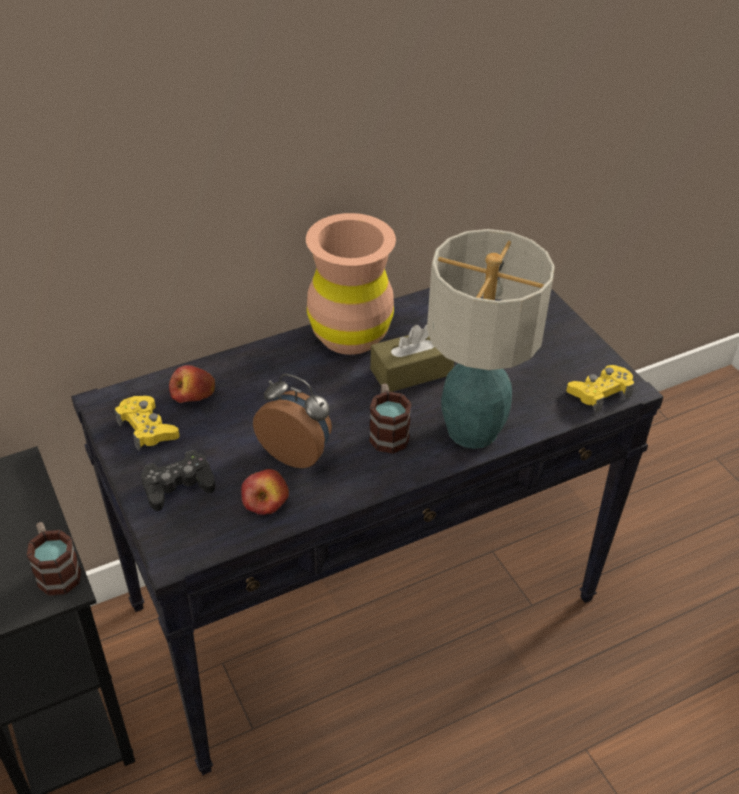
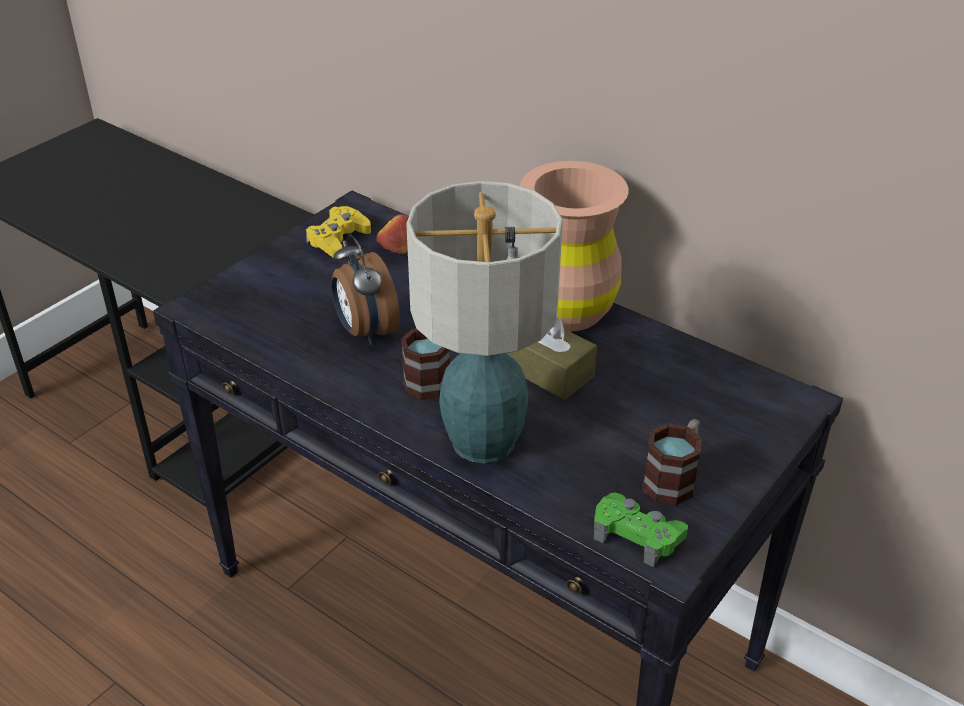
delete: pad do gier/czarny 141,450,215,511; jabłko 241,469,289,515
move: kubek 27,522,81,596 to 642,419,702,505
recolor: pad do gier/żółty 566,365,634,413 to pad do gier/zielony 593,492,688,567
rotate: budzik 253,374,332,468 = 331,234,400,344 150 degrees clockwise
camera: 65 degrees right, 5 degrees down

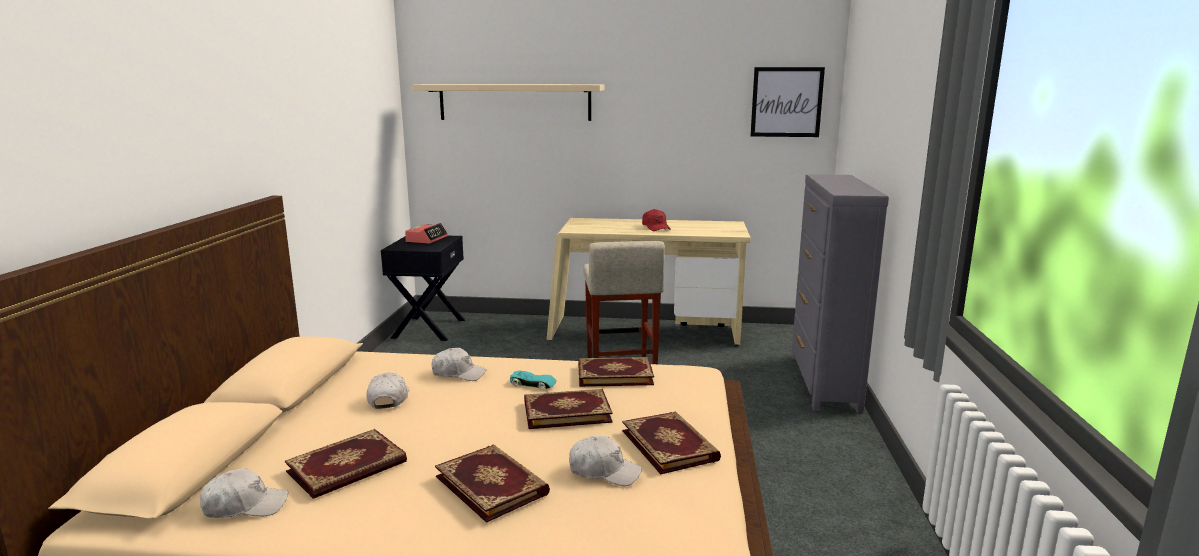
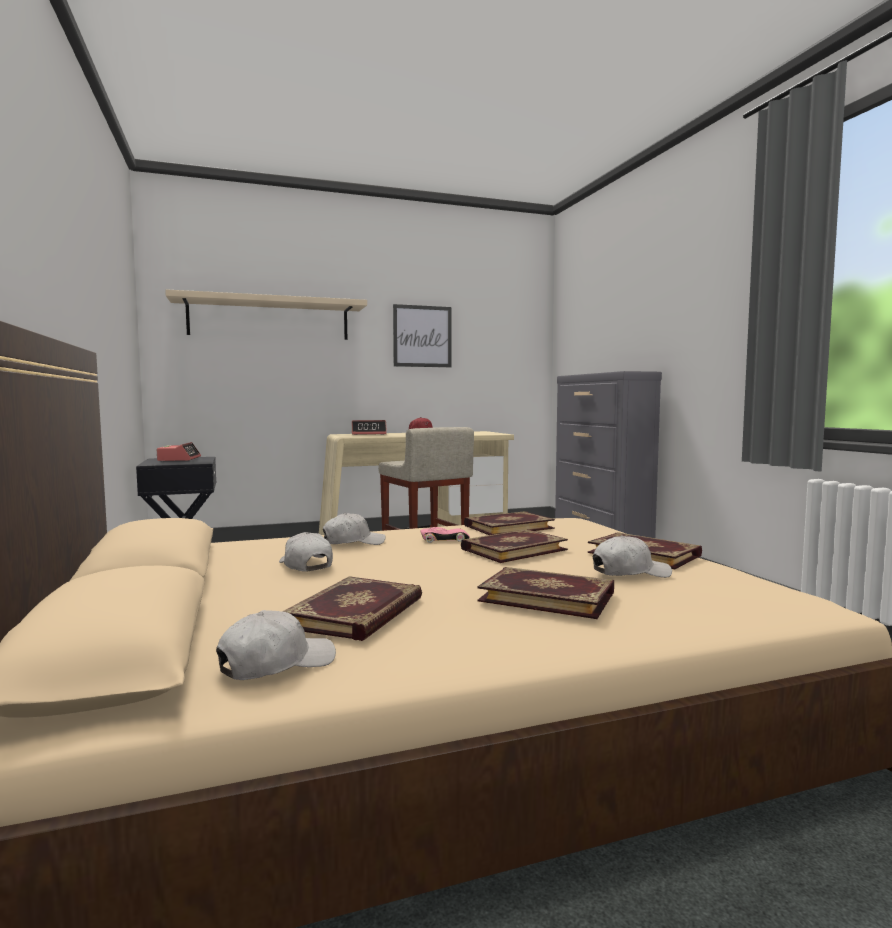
insert: budzik 352,420,387,435
move: obraz 750,67,825,137 to 393,304,452,367
recolor: samochodzik/turkusowy 510,371,556,390 to samochodzik/różowy 421,527,470,543
camera: 25 degrees left, 10 degrees down

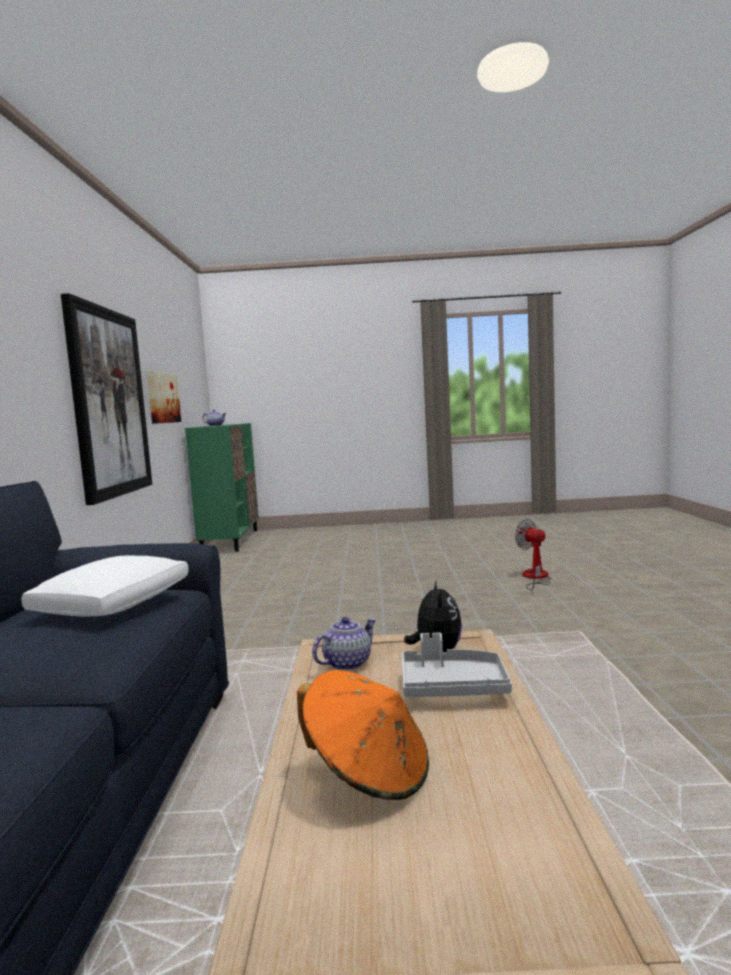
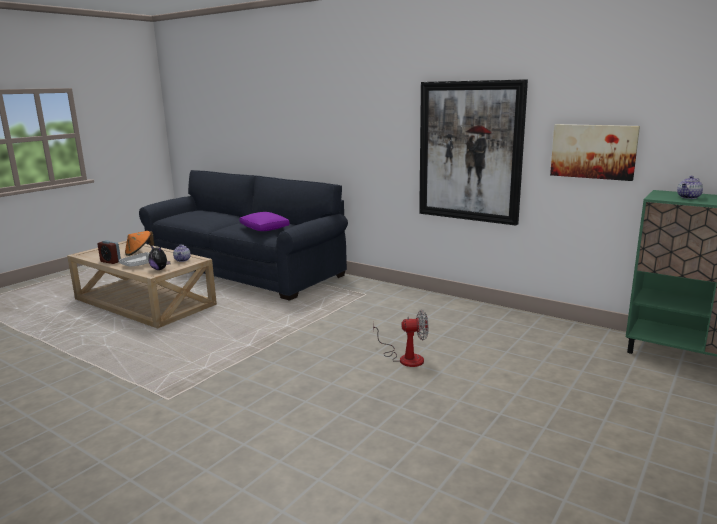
insert: budzik 97,240,121,264
move: wentylator 515,519,552,590 to 373,310,428,367
recolor: poduszka/biały 21,555,189,617 to poduszka/fioletowy 239,212,290,231
camera: 125 degrees right, 10 degrees up

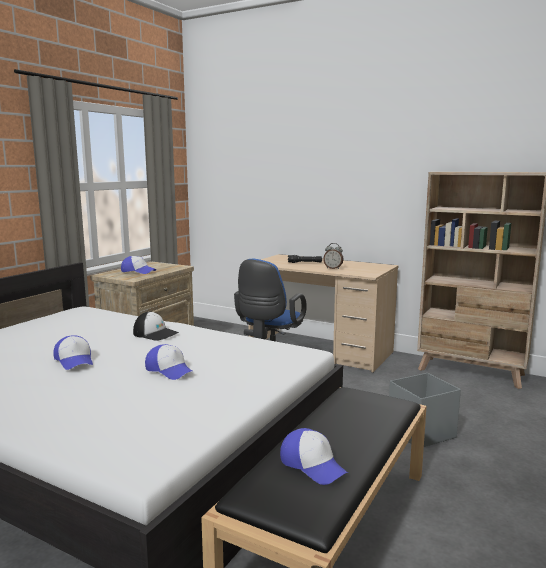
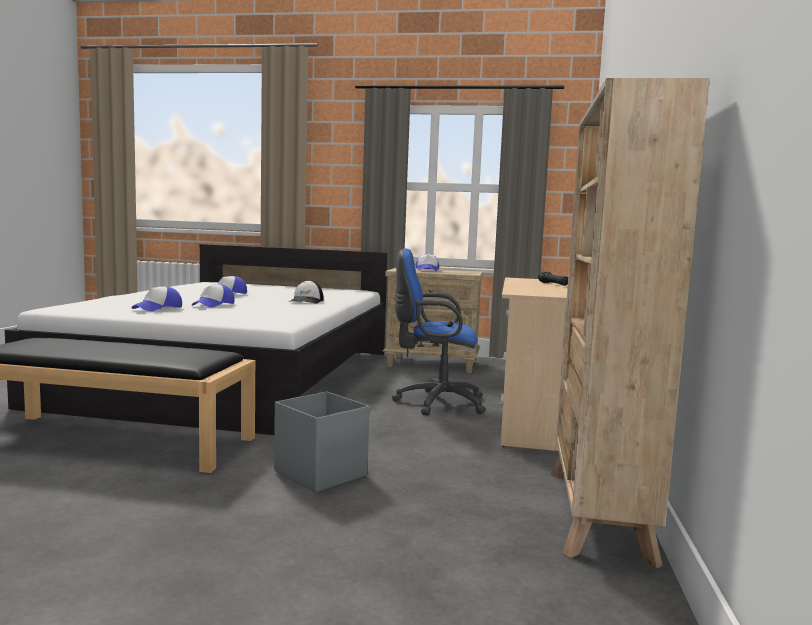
delete: budzik 323,243,344,269
move: czapka z daszkiem 280,428,348,485 to 132,286,182,311
camera: 70 degrees right, 5 degrees down

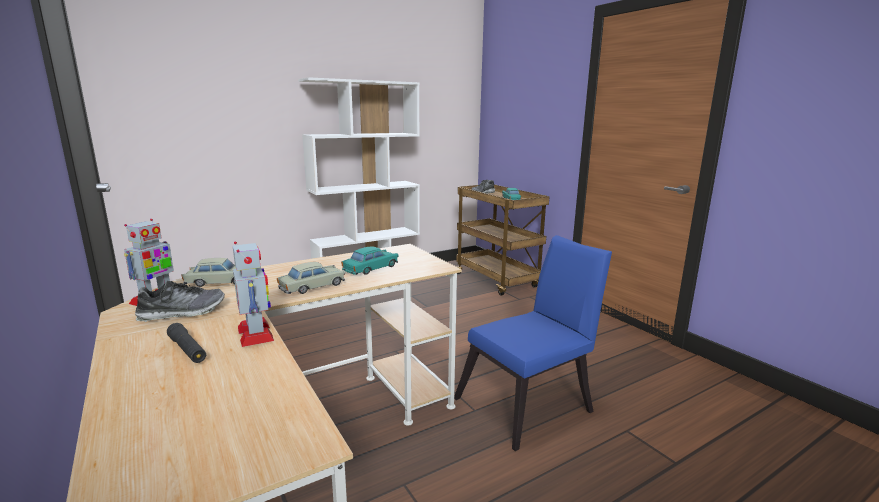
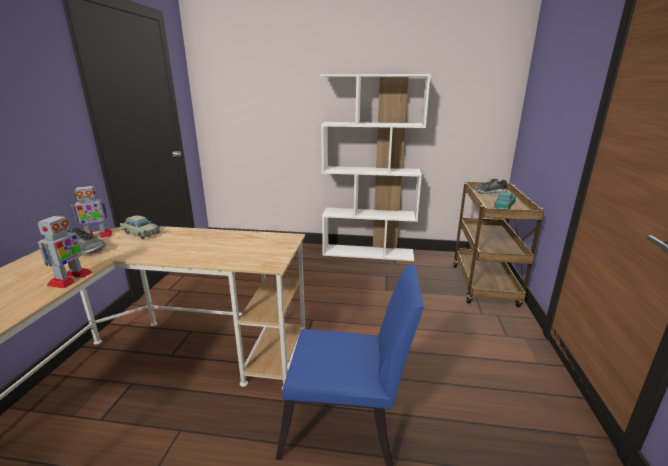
delete: latarka/czarny 167,323,206,363; samochodzik/beżowy 277,262,345,294; samochodzik/turkusowy 341,246,399,275
camera: 40 degrees right, 5 degrees up

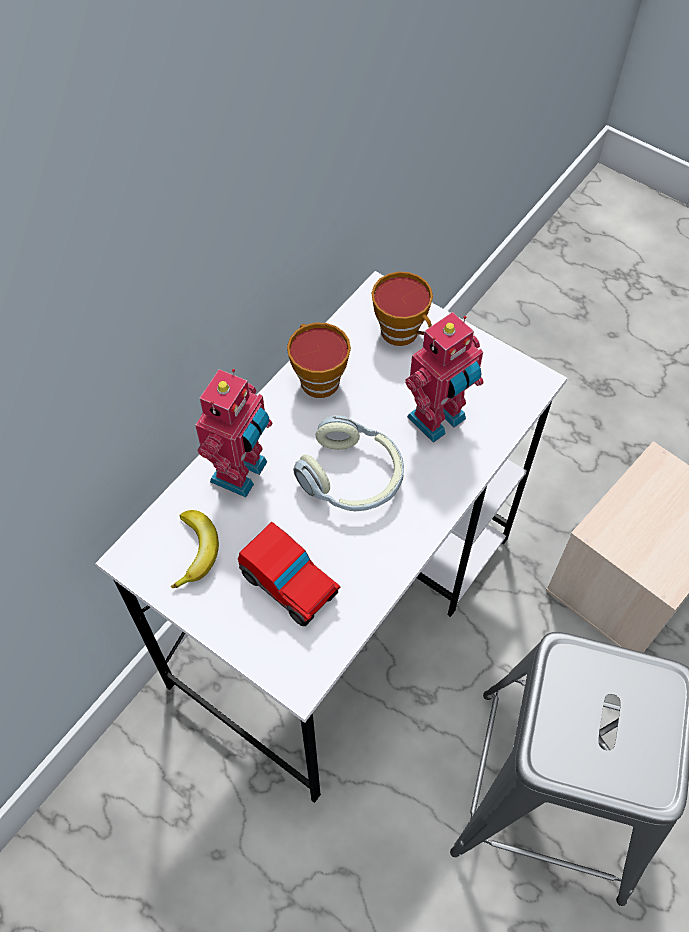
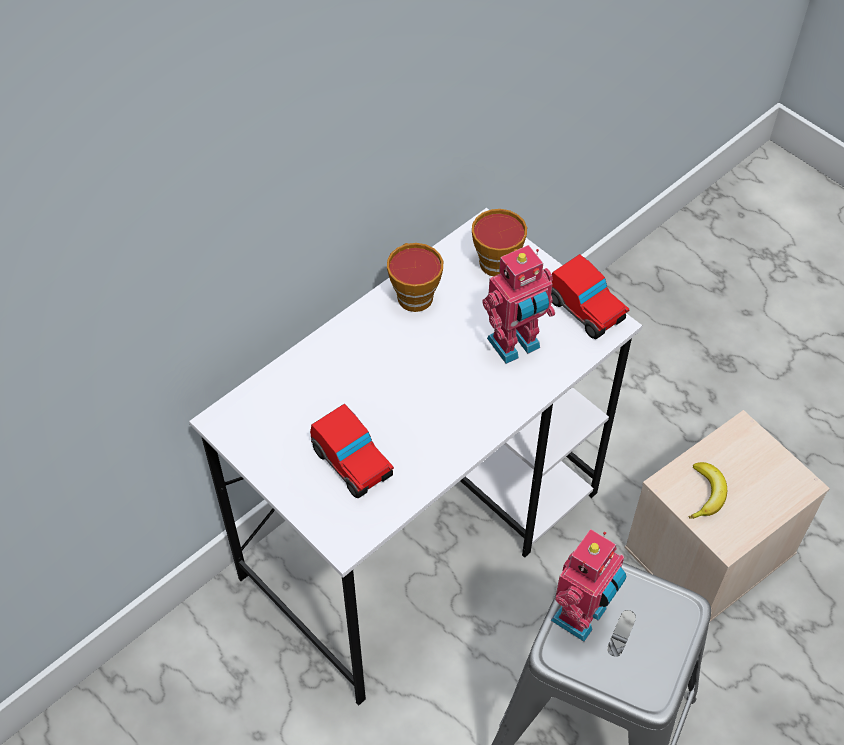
delete: słuchawki 293,416,404,511
insert: samochodzik 551,254,630,339
move: robot zabawkowy 195,369,272,497 to 550,529,627,642; banan 171,510,219,588 to 689,462,727,519
camera: 10 degrees right, 5 degrees down

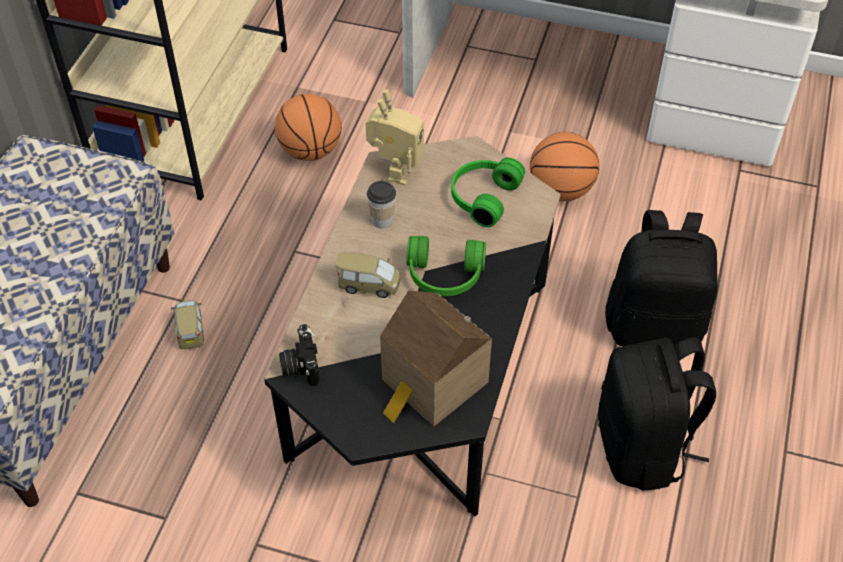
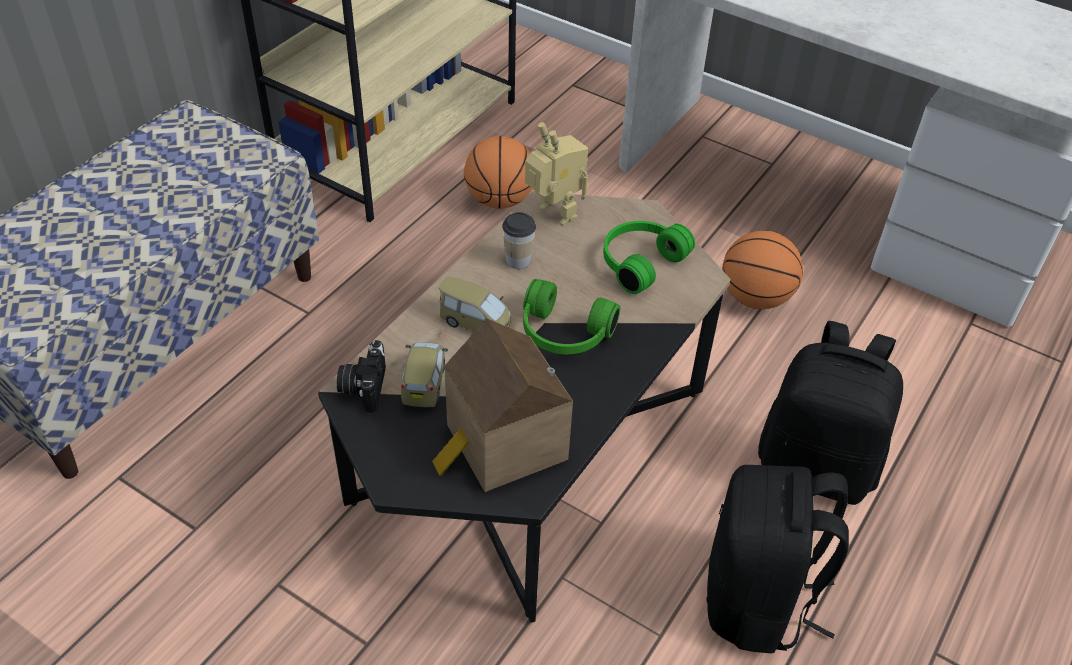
move: samochodzik 171,300,204,349 to 401,342,448,407
rotate: robot zabawkowy 366,89,424,185 = 525,122,588,226 75 degrees counterclockwise
camera: 15 degrees right, 5 degrees down

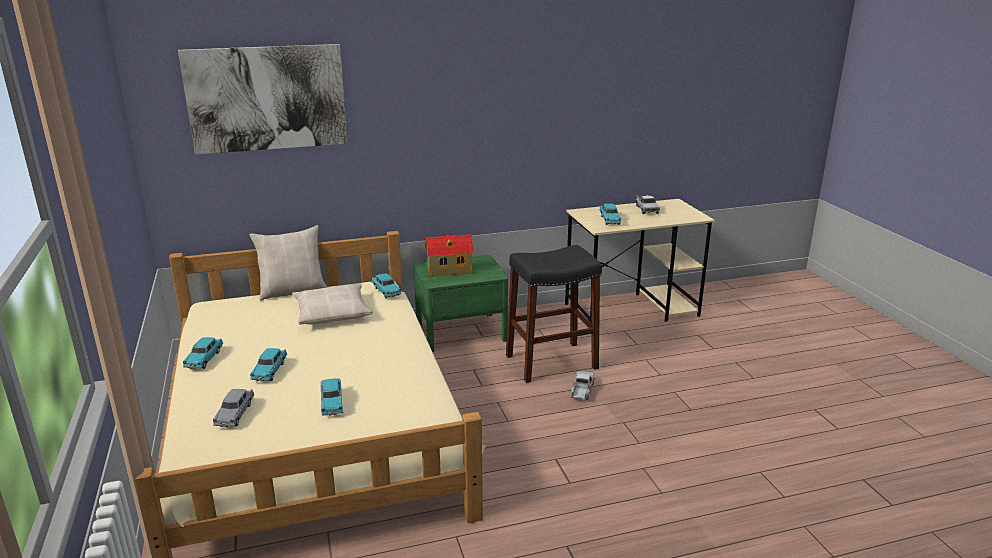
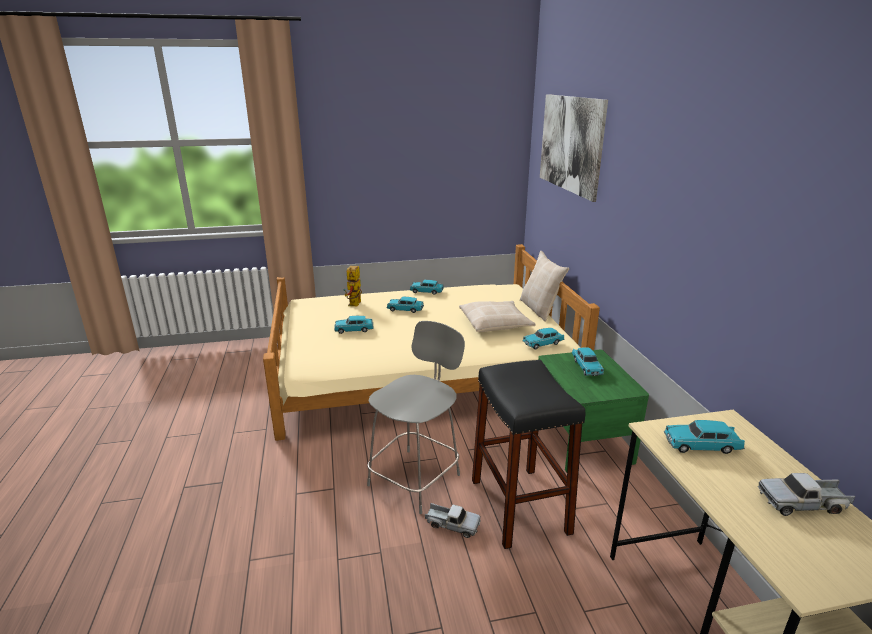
insert: krzesło/szary 367,321,465,514
replace: samochodzik/szary 213,389,254,427 to robot zabawkowy 344,266,362,306; domek 426,234,473,277 to samochodzik/turkusowy 572,347,604,376
camera: 95 degrees right, 0 degrees up

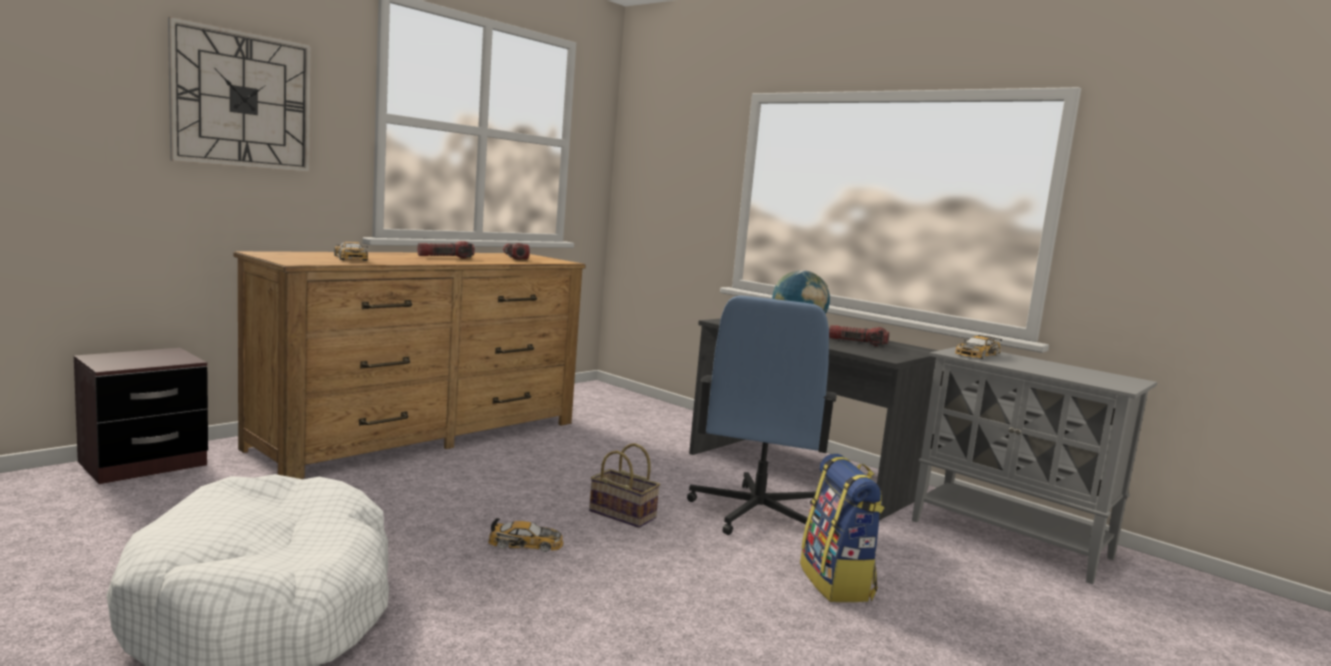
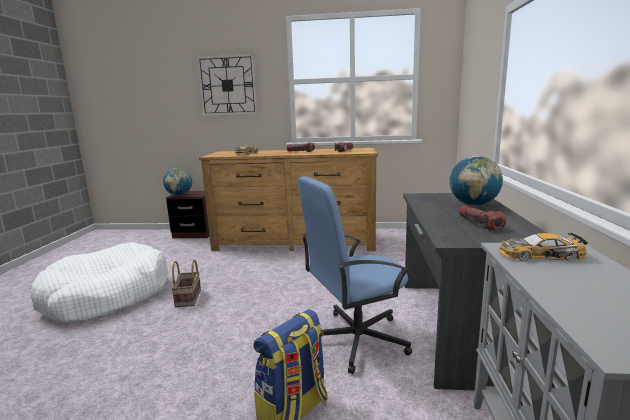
delete: samochodzik 488,518,563,552
insert: globus 163,168,192,196
move: koszyk 589,443,660,528 to 171,260,201,307
camera: 55 degrees right, 5 degrees up

